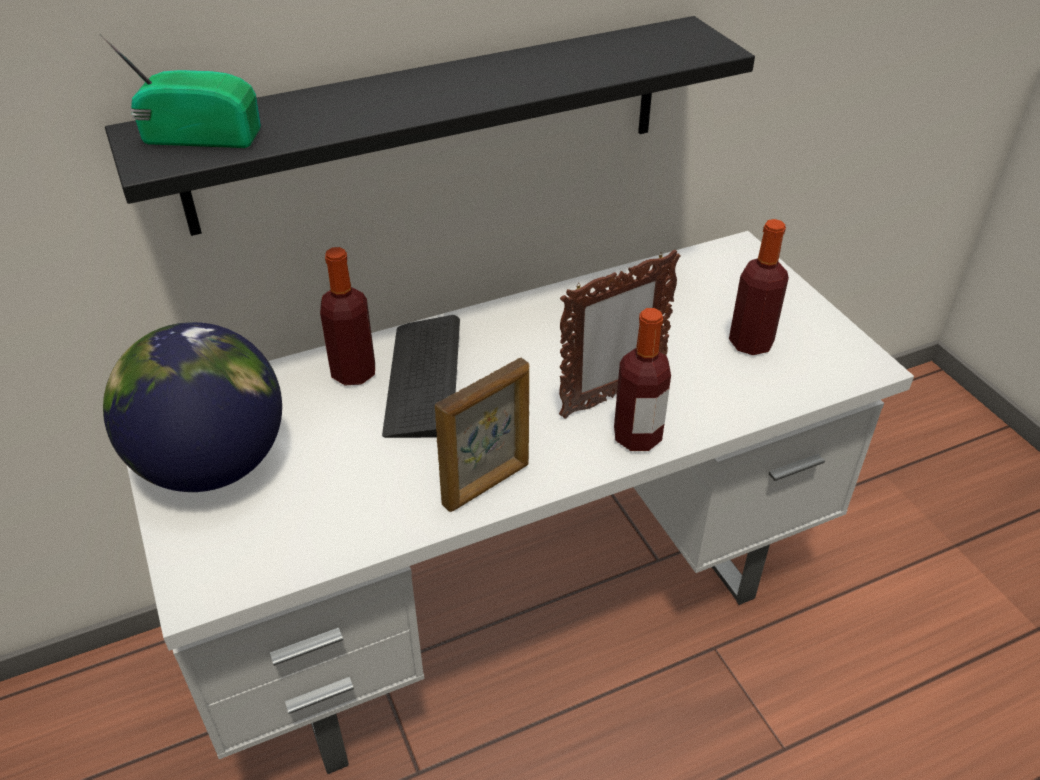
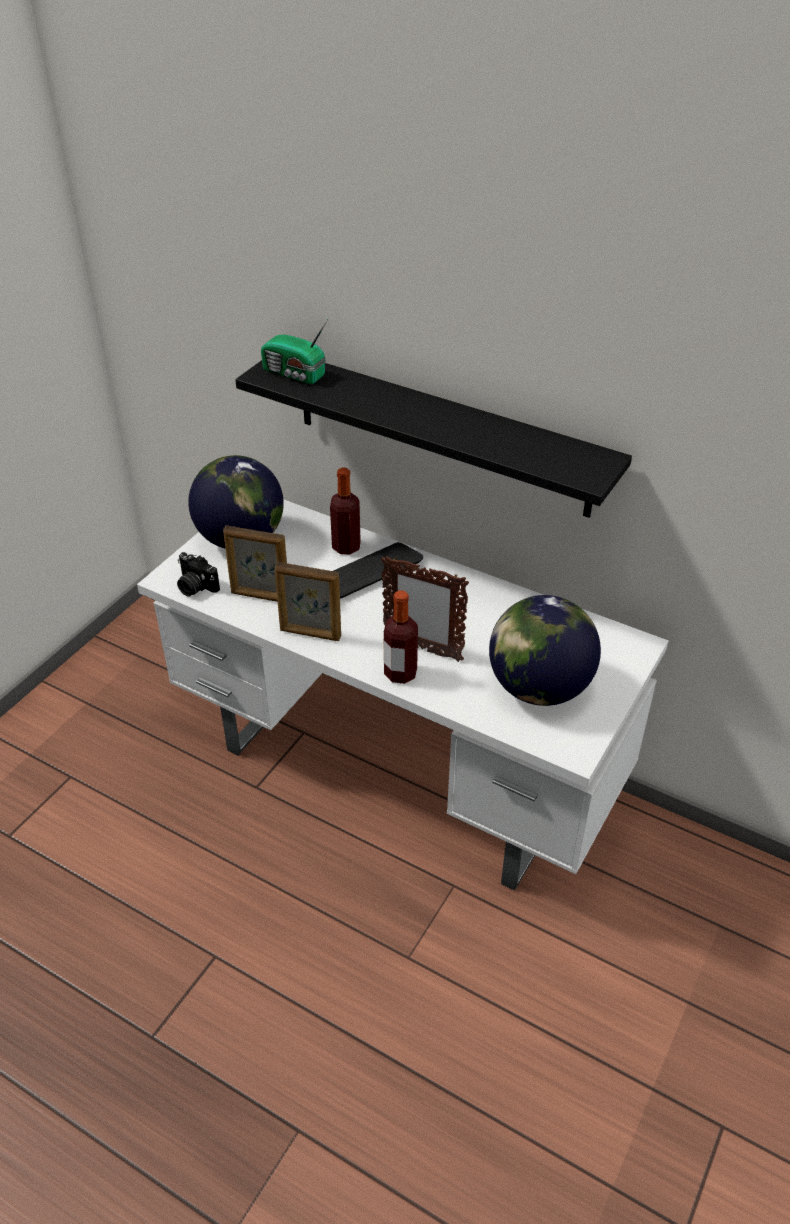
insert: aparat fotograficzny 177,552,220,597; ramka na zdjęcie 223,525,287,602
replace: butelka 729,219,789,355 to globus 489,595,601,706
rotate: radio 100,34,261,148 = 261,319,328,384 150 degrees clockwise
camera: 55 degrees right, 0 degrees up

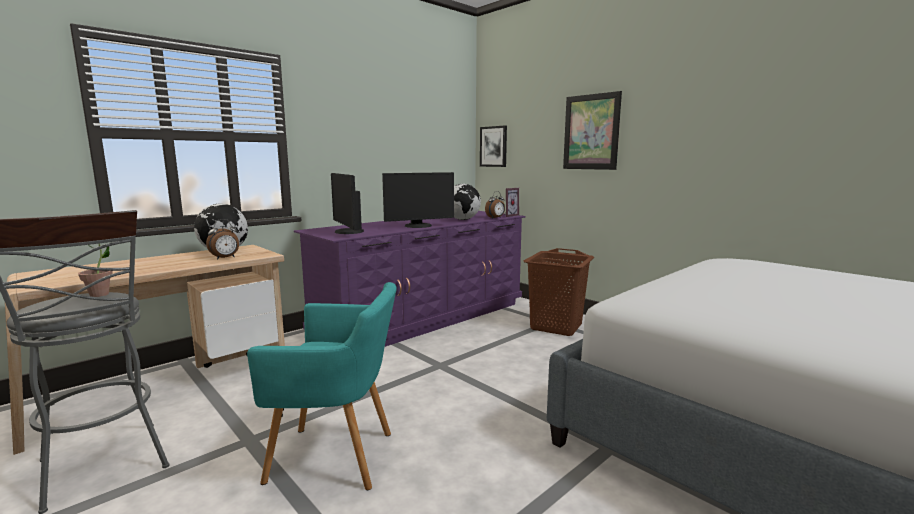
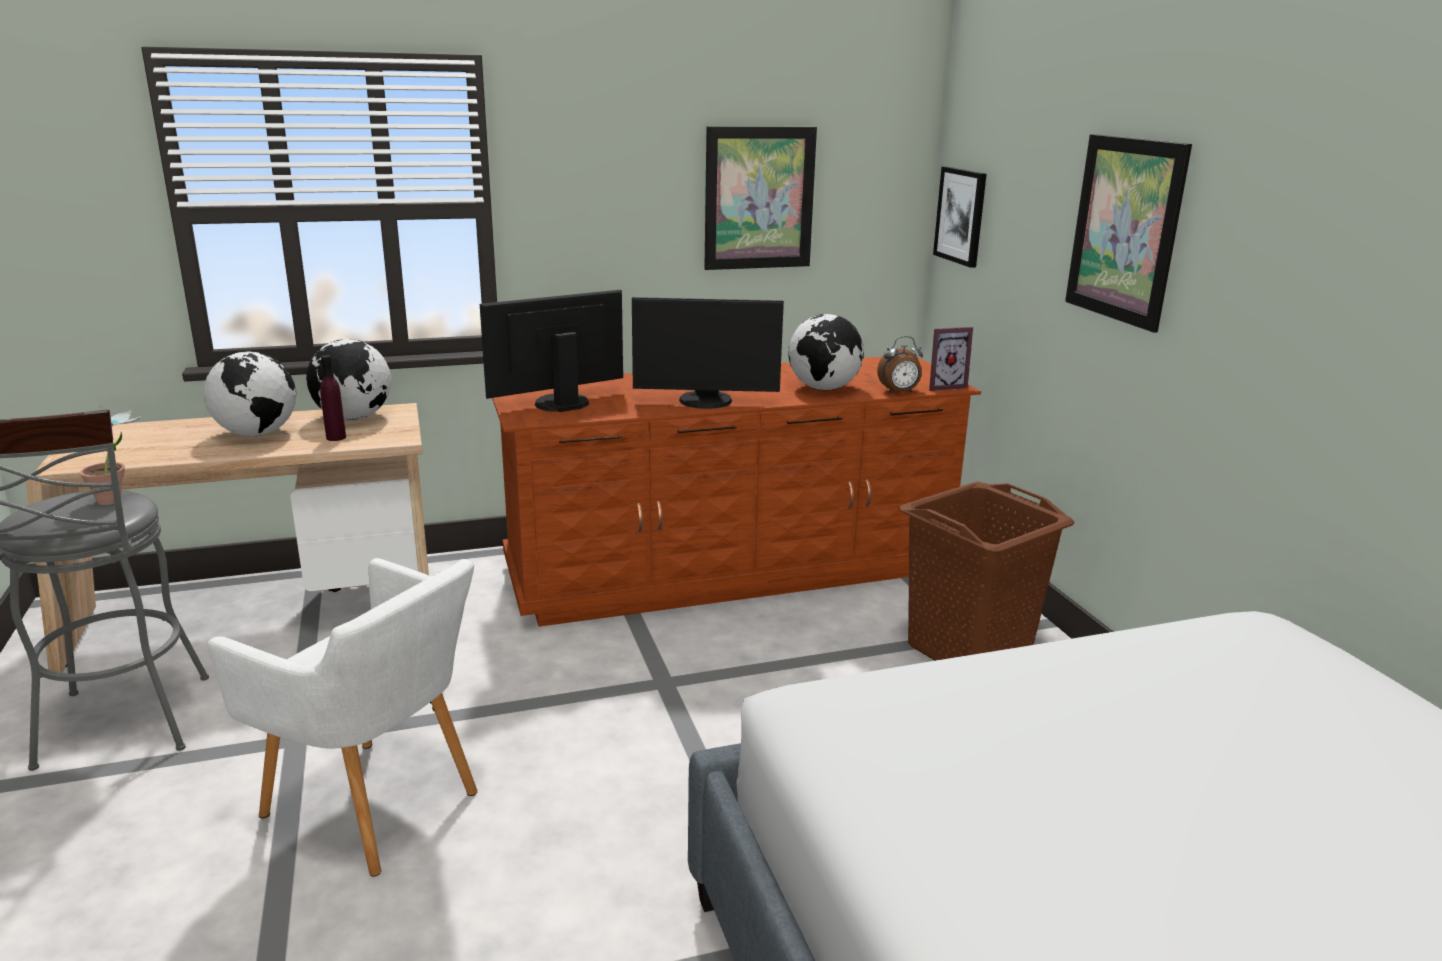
insert: globus 204,351,296,436; obraz 704,126,817,270
replace: budzik 206,219,239,260 to butelka/fioletowy 320,355,346,441
recolor: fotel/turkusowy 247,282,397,490 to fotel/biały 207,558,477,876; komoda/fioletowy 294,211,526,347 to komoda/brązowy 492,356,981,627
rotate: monitor 331,173,364,234 = 480,290,623,412 60 degrees clockwise
camera: 25 degrees right, 10 degrees up

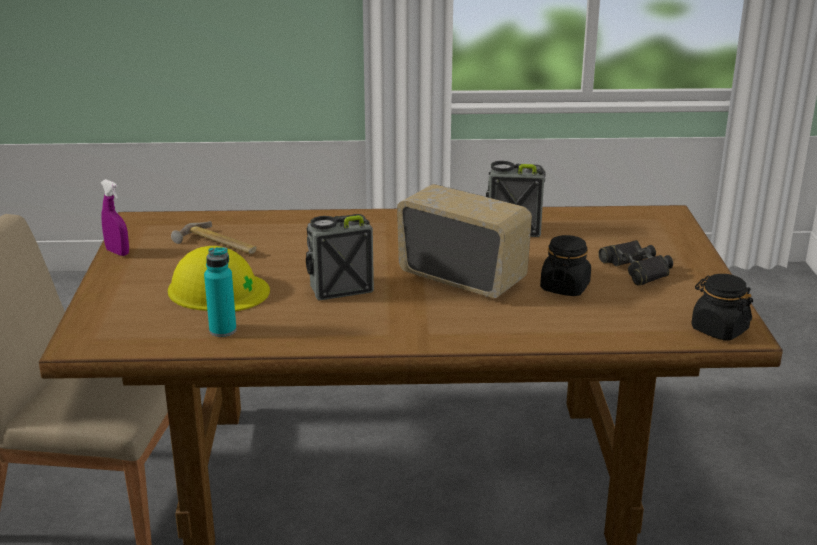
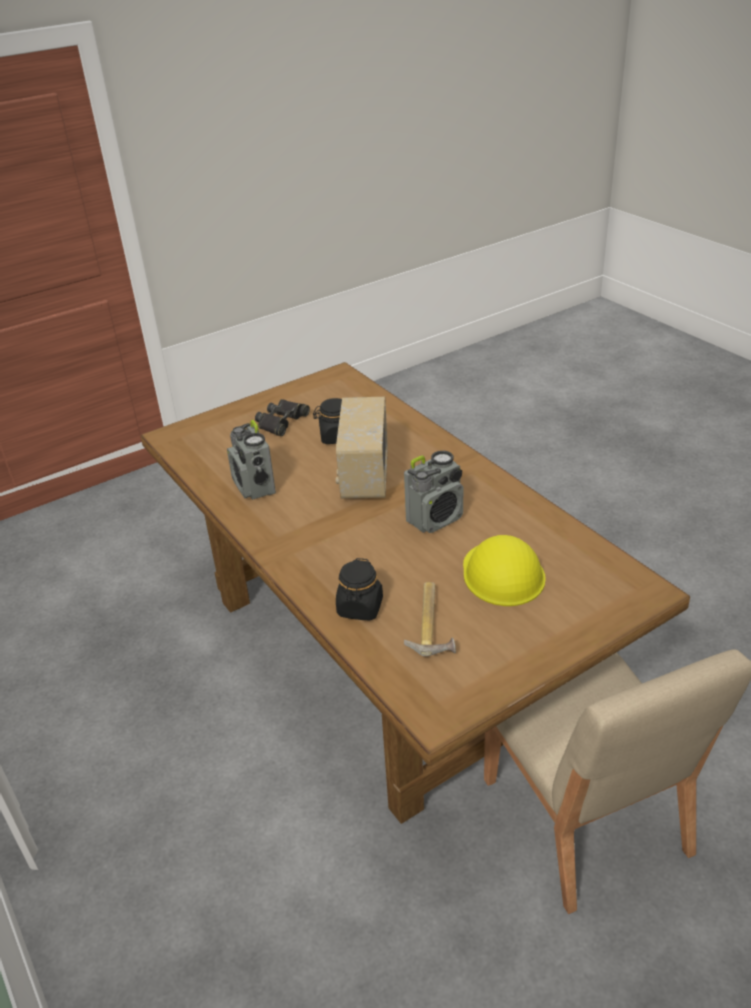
delete: spryskiwacz/fioletowy 101,179,129,256; butelka/turkusowy 204,247,237,337
move: słoik/czarny 691,274,753,341 to 336,558,383,620
rotate: radio 306,214,374,301 = 404,451,463,533 75 degrees counterclockwise
camera: 120 degrees left, 10 degrees up

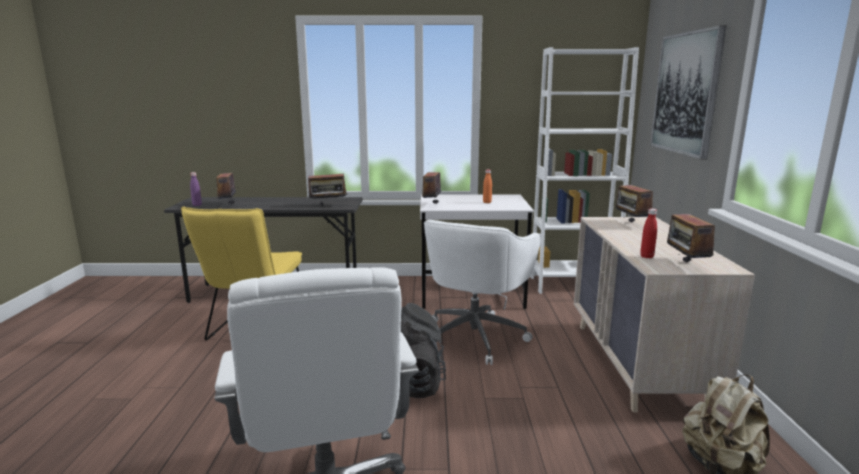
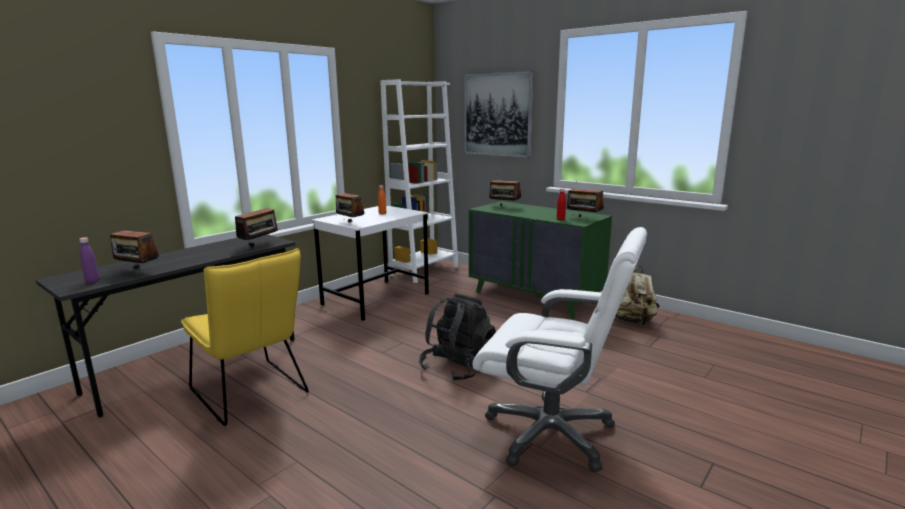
delete: krzesło biurowe/biały 424,220,541,365
recolor: komoda/beżowy 574,217,755,412 to komoda/zielony 469,201,612,319
camera: 50 degrees left, 0 degrees up

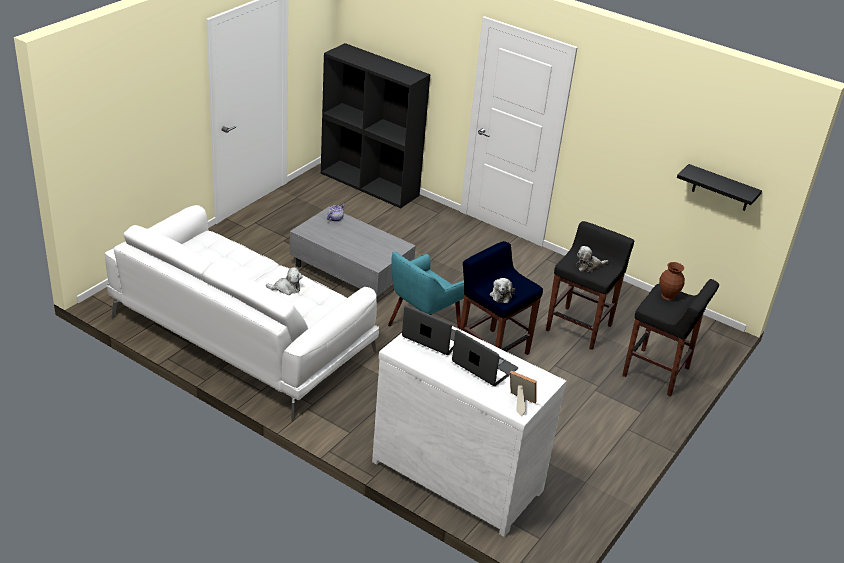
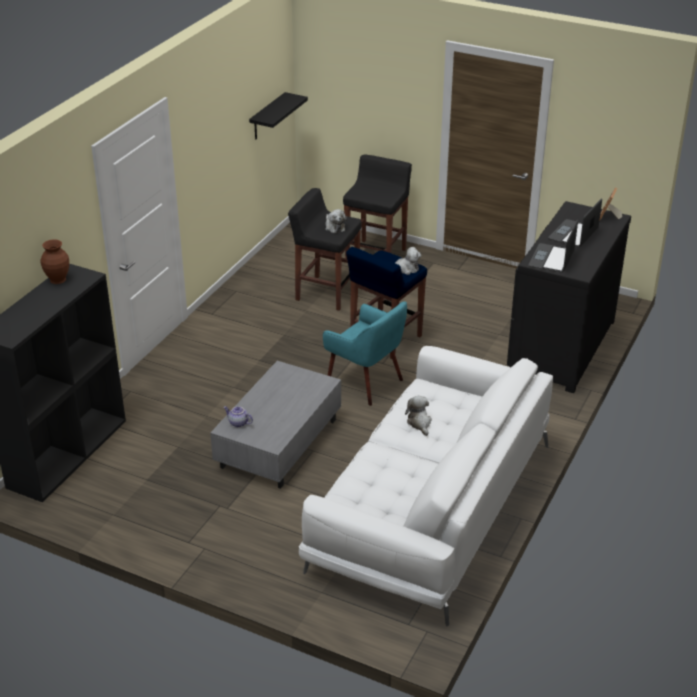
move: wazon/brązowy 659,262,685,300 to 40,239,69,284
recolor: komoda/biały 372,326,567,537 to komoda/czarny 507,201,631,393
camera: 95 degrees left, 0 degrees up

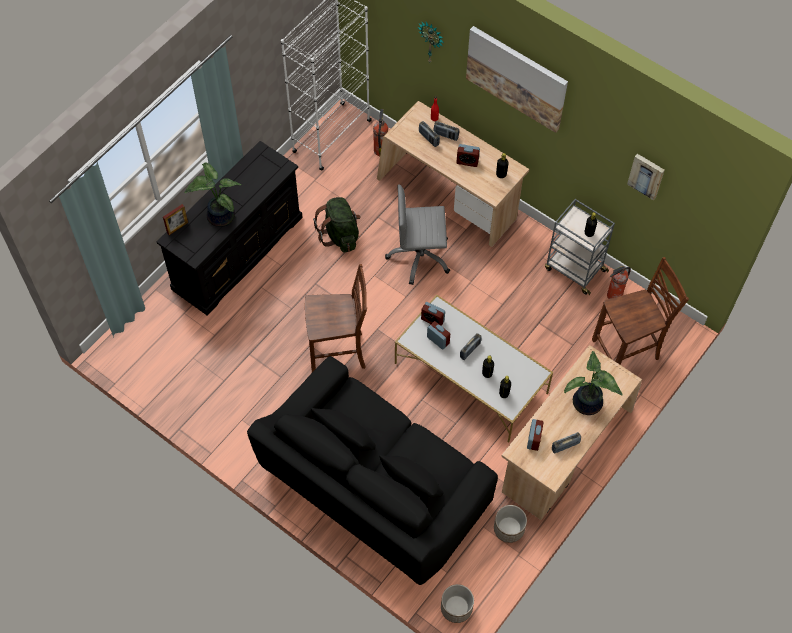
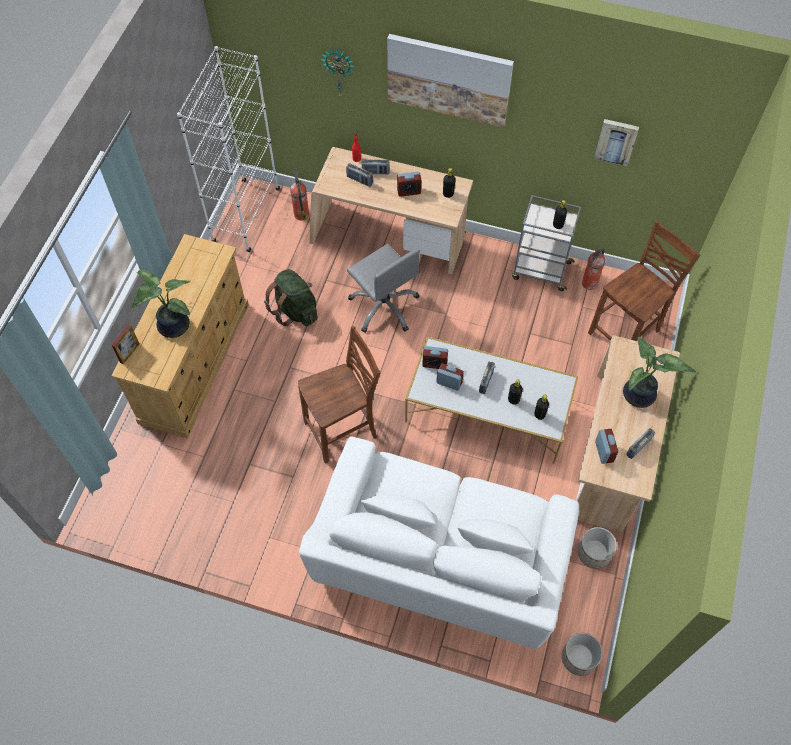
recolor: komoda/czarny 157,141,303,316 to komoda/beżowy 111,234,249,439; kanapa/czarny 247,356,498,585 to kanapa/biały 299,437,579,649
rotate: krzesło biurowe/szary 385,184,450,285 = 347,244,420,333 105 degrees counterclockwise
camera: 20 degrees left, 0 degrees up

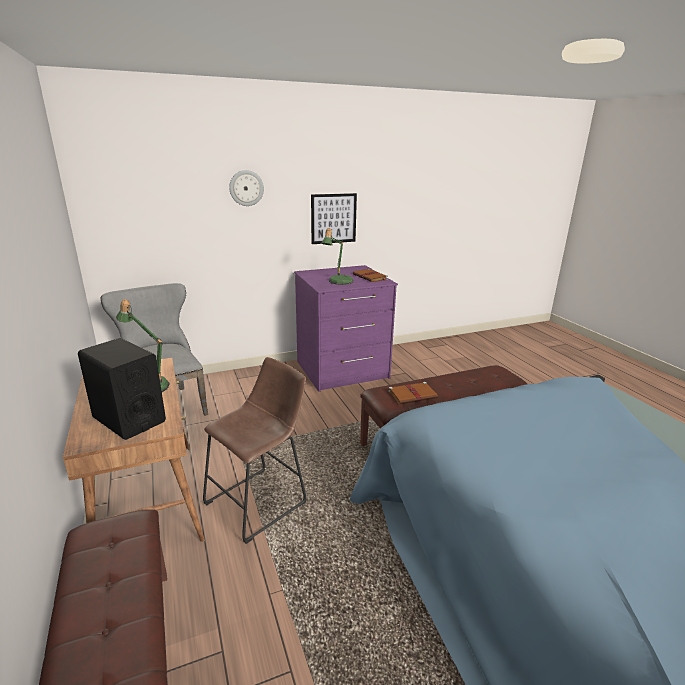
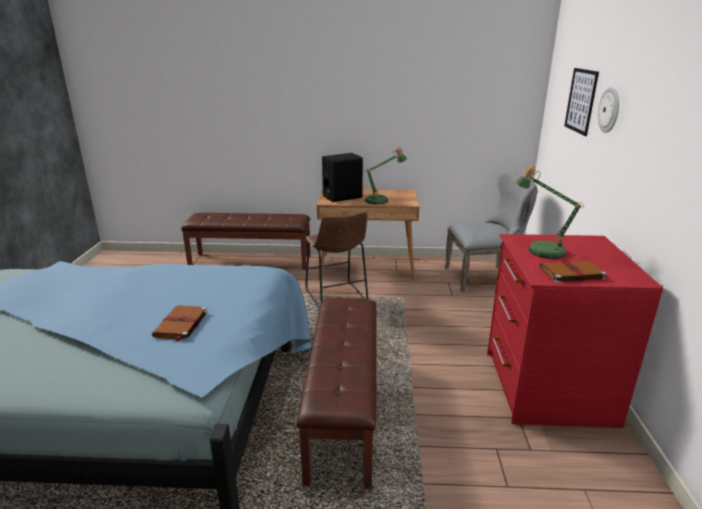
move: książka/brązowy 389,382,438,404 to 152,305,208,343; obraz 311,193,357,244 to 564,68,599,136
recolor: komoda/fioletowy 294,265,398,392 to komoda/czerwony 487,234,664,428
camera: 115 degrees right, 0 degrees up

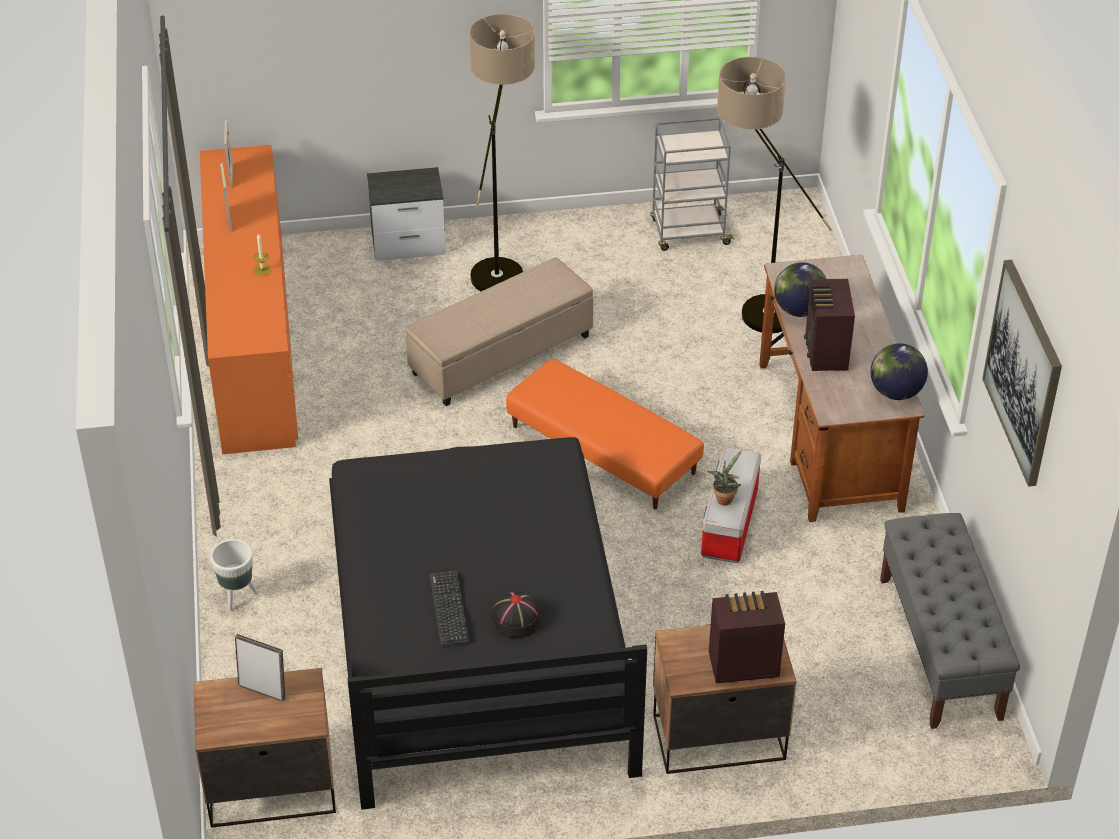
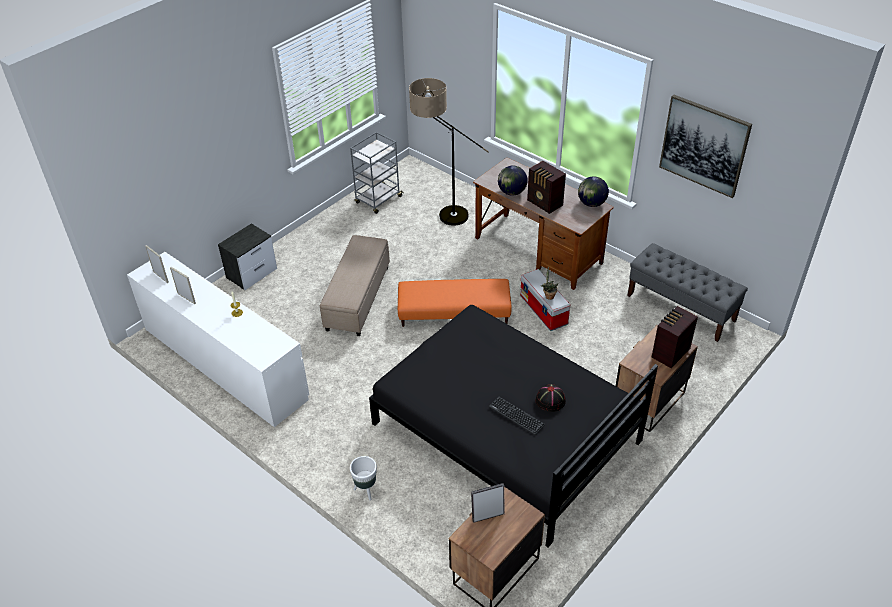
delete: lampa stojąca 470,14,535,291
recolor: komoda/pomarańczowy 200,145,298,454 to komoda/biały 127,252,309,427
camera: 40 degrees left, 0 degrees up

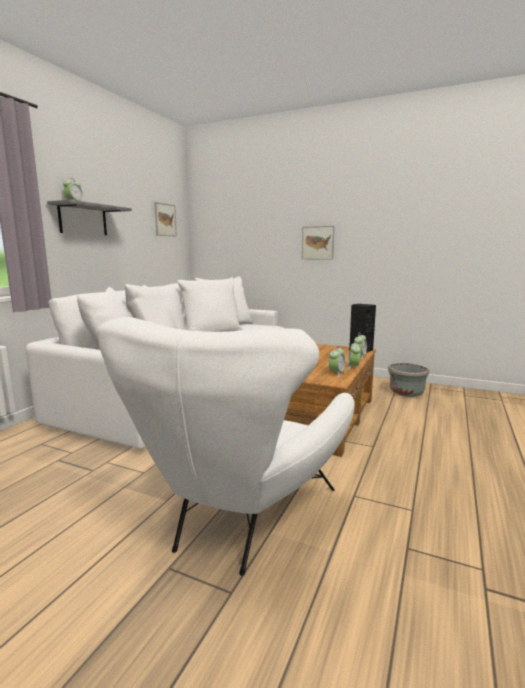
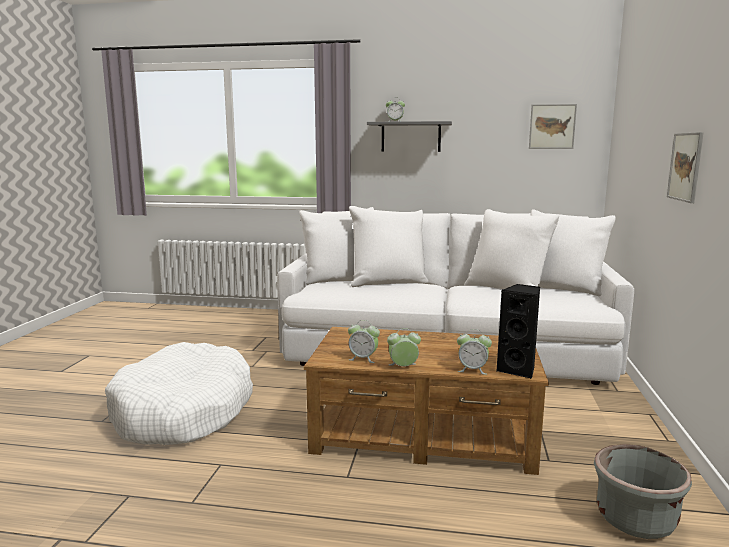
replace: fotel/biały 97,317,355,576 to legowisko/biały 105,342,253,445
camera: 75 degrees right, 0 degrees up

